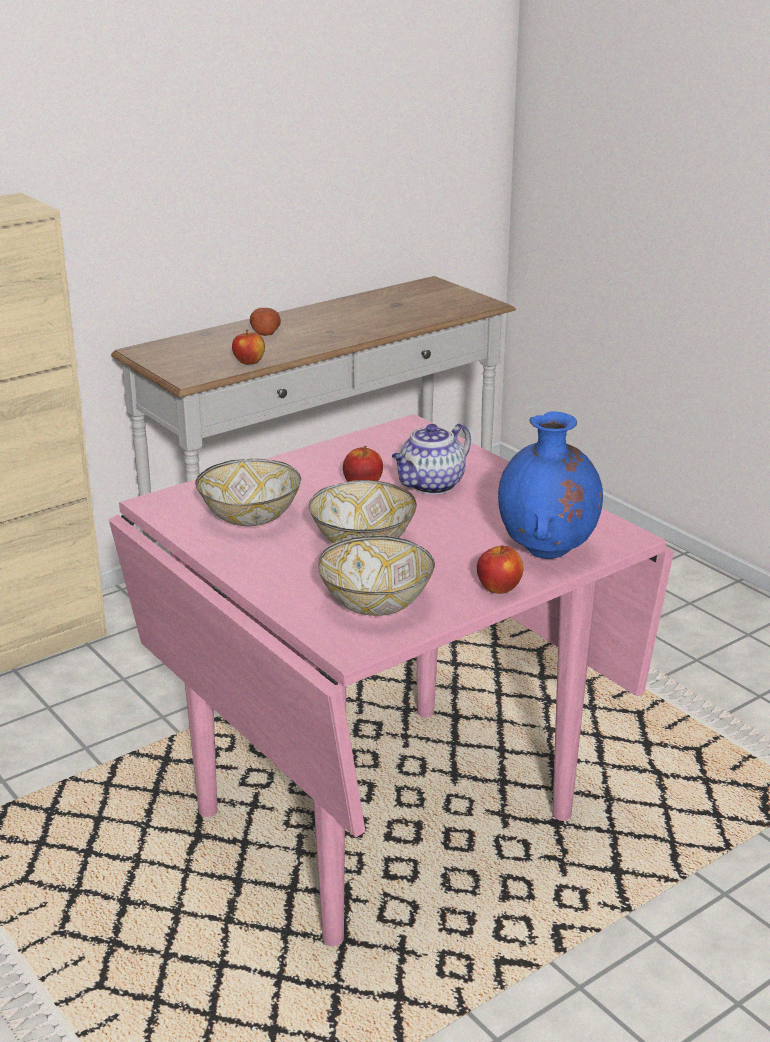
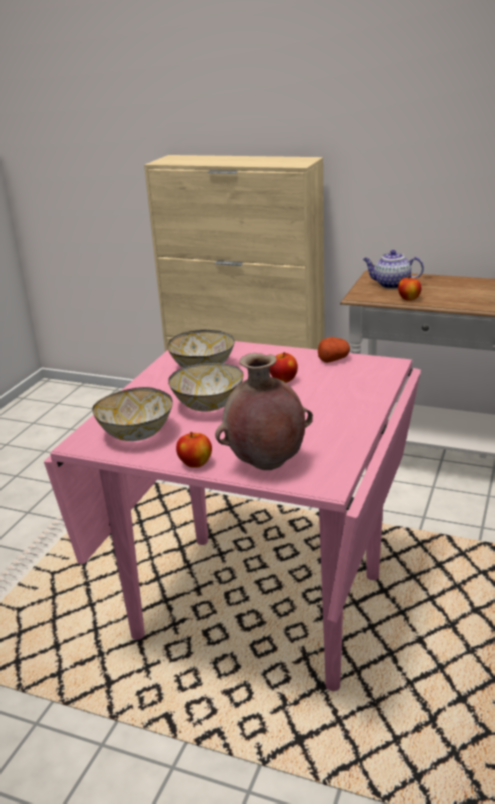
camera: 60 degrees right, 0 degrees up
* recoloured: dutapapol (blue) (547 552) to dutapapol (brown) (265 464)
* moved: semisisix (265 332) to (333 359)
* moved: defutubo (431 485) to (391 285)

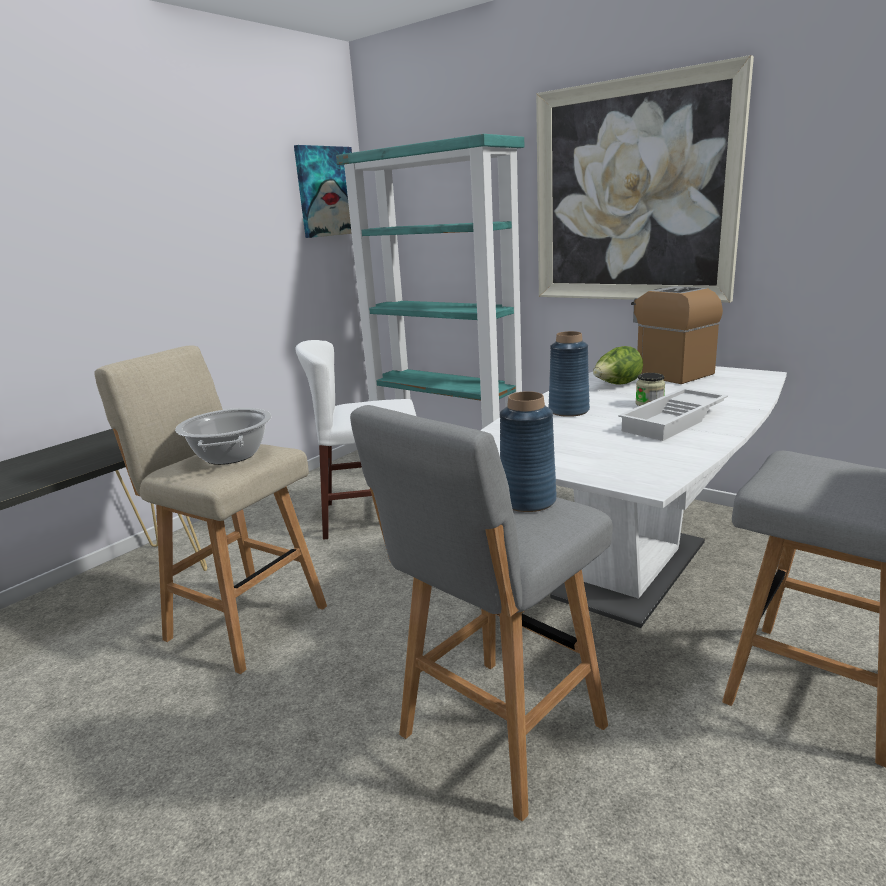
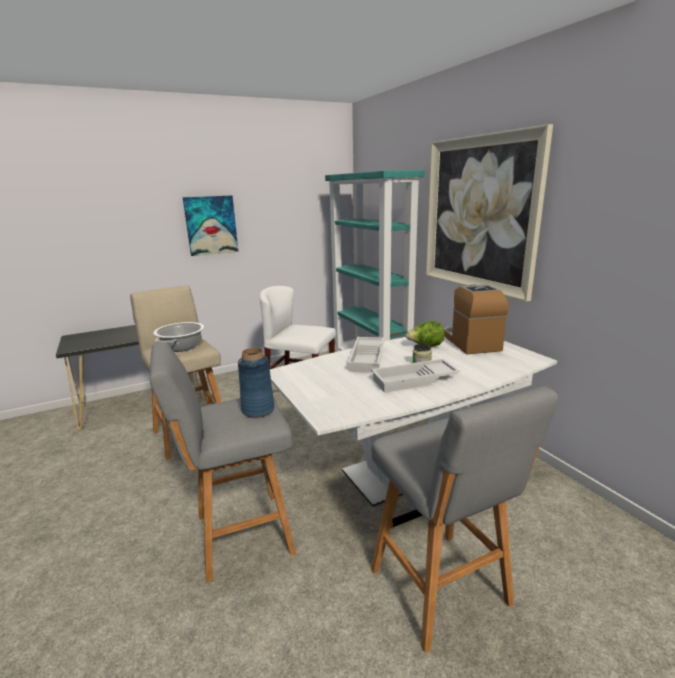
camera: 25 degrees right, 0 degrees up
* moved: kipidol (326 191) to (211 225)
* replaced: dutapapol (blue) (569 411) to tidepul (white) (368 358)

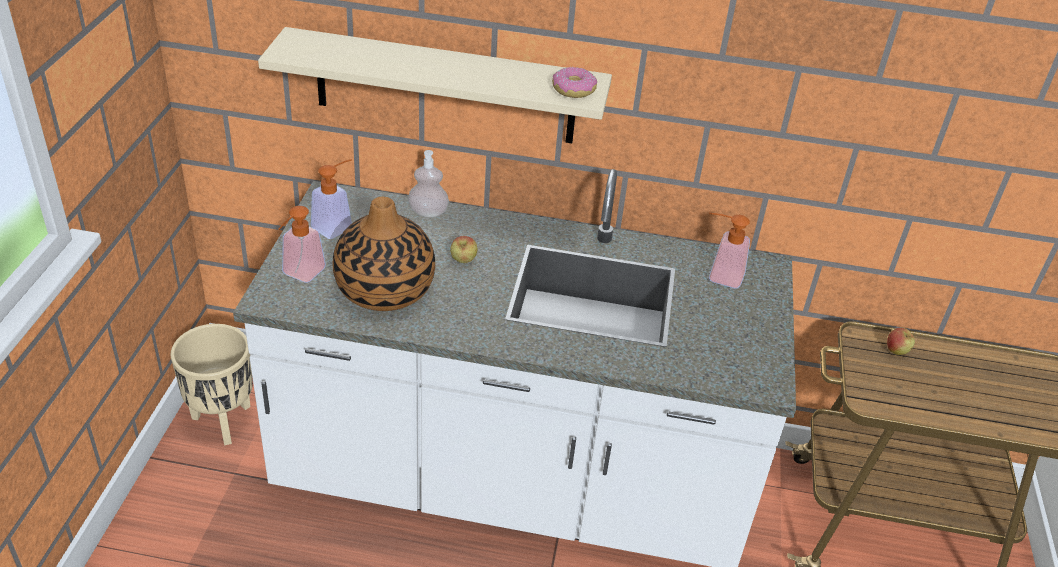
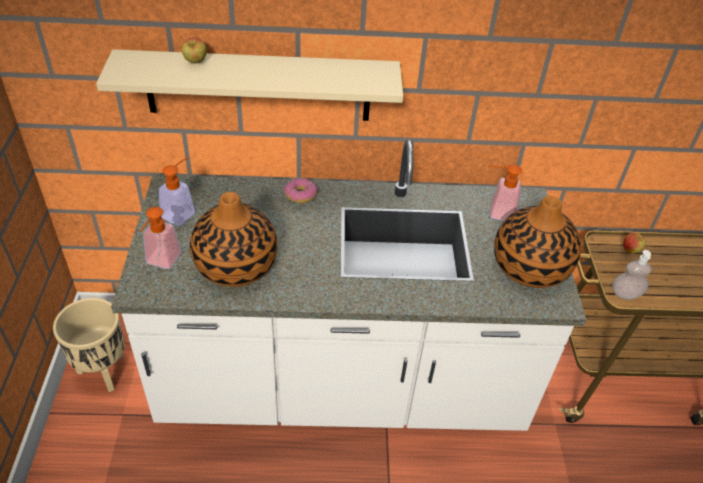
camera: 10 degrees left, 5 degrees up
* moved: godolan (463 261) to (195 62)
* moved: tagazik (573 90) to (300 195)
* added: dutapapol (530 266)
* moved: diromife (428 212) to (625 294)

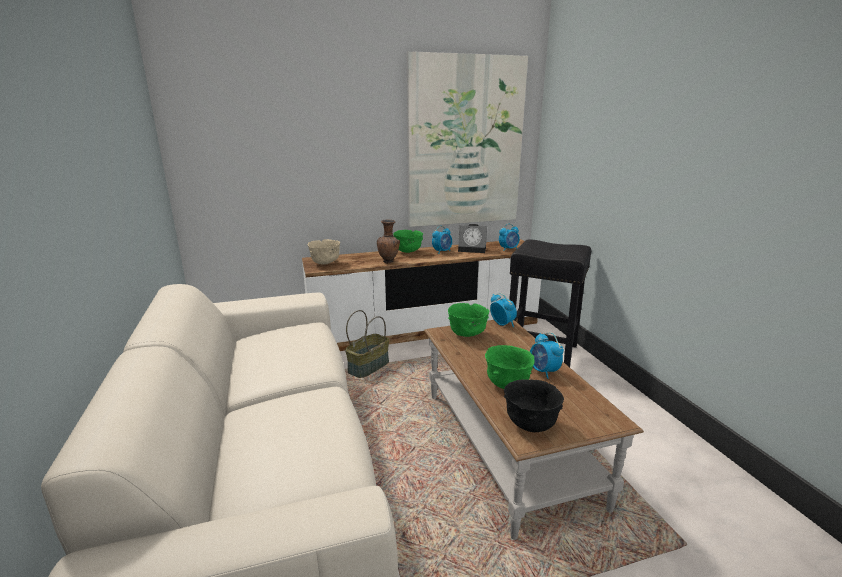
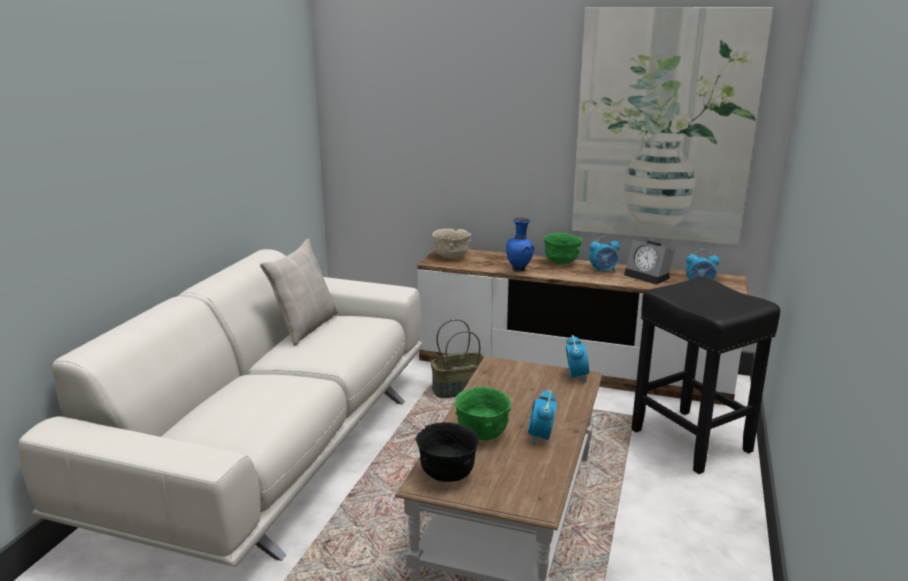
camera: 35 degrees right, 0 degrees up
* added: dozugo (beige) (305 327)
* recoloured: dutapapol (brown) (389 262) to dutapapol (blue) (519 270)
* removed: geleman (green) (467 334)

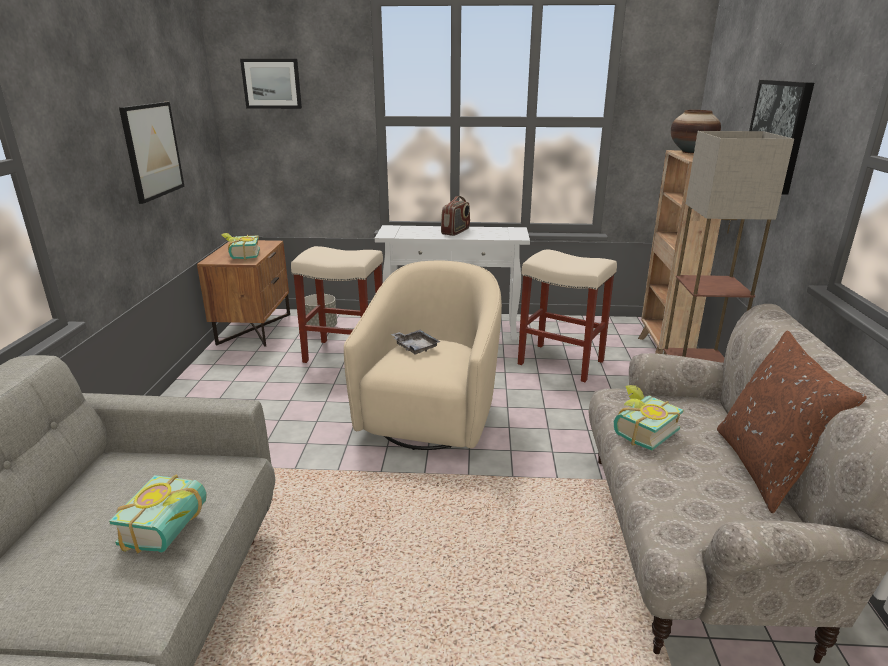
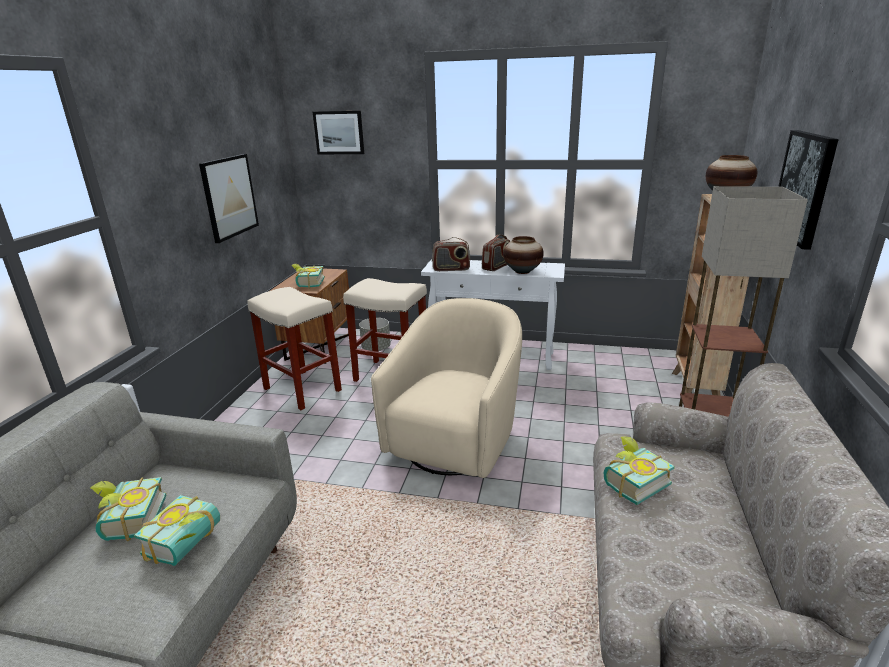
camera: 10 degrees right, 0 degrees up
* added: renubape (128 521)
* moved: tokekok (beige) (562 362) to (303 389)
* added: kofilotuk (451 269)
* added: dutapapol (522 271)
* removed: tidepul (grey) (415 347)
* removed: dozugo (brown) (765 468)

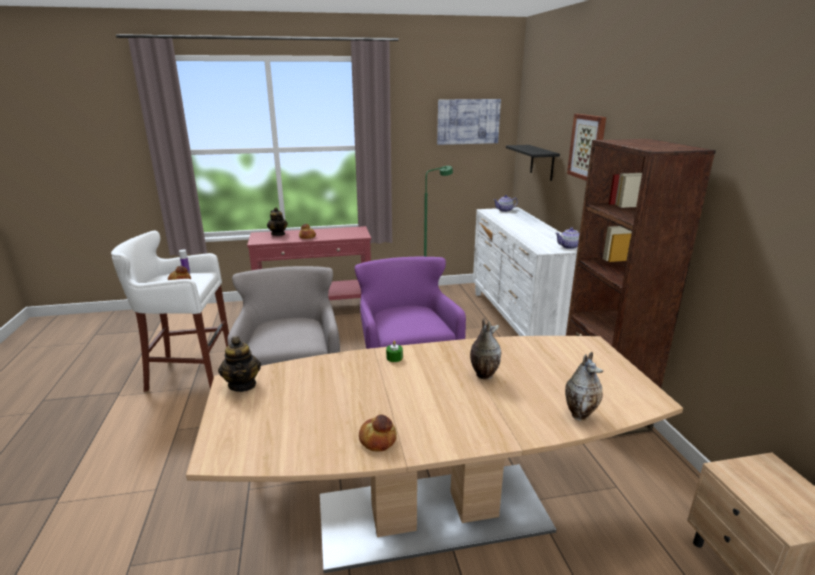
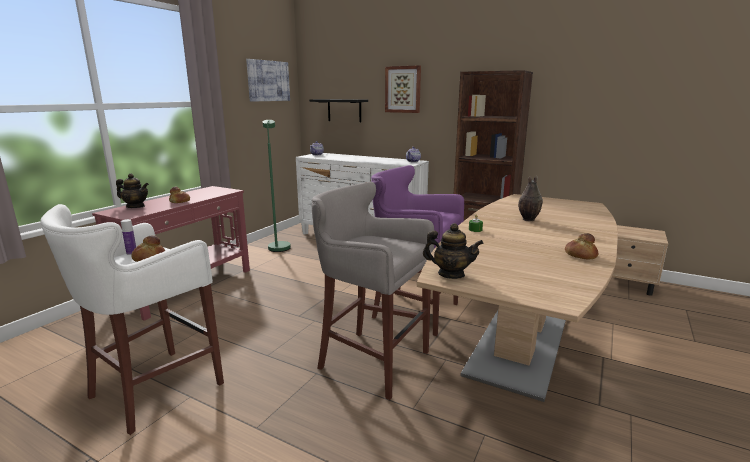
camera: 50 degrees left, 5 degrees down
* removed: dutapapol (580 414)

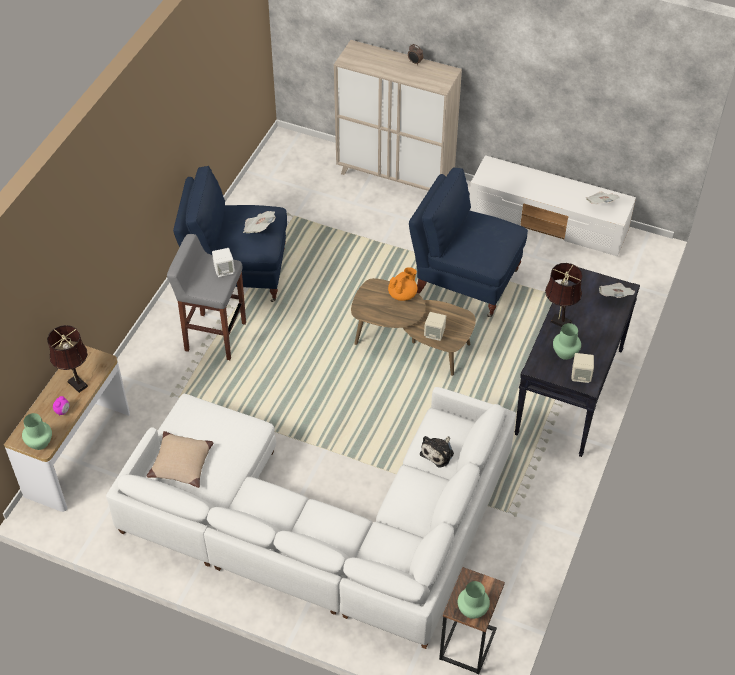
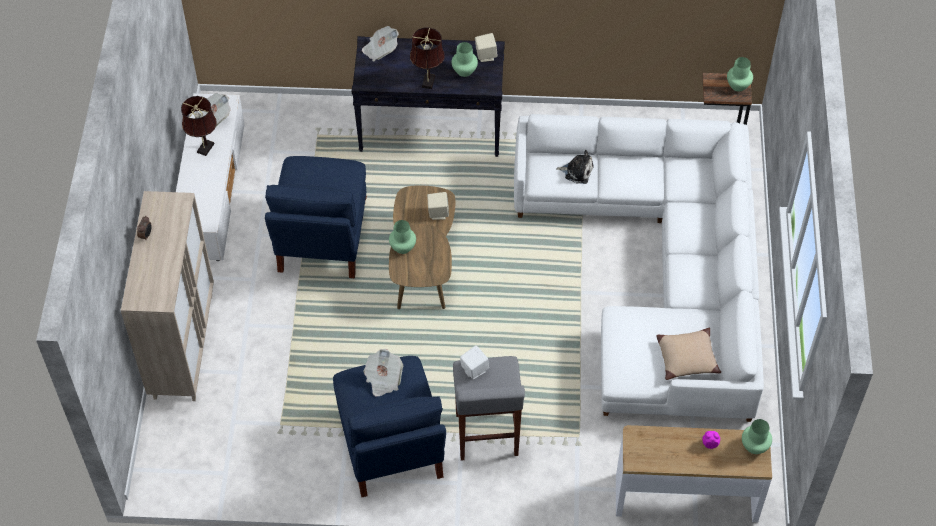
camera: 110 degrees left, 5 degrees up
* moved: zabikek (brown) (76 382) to (204 149)
* replaced: defutubo (orange) (403 294) to dutapapol (green) (402 247)

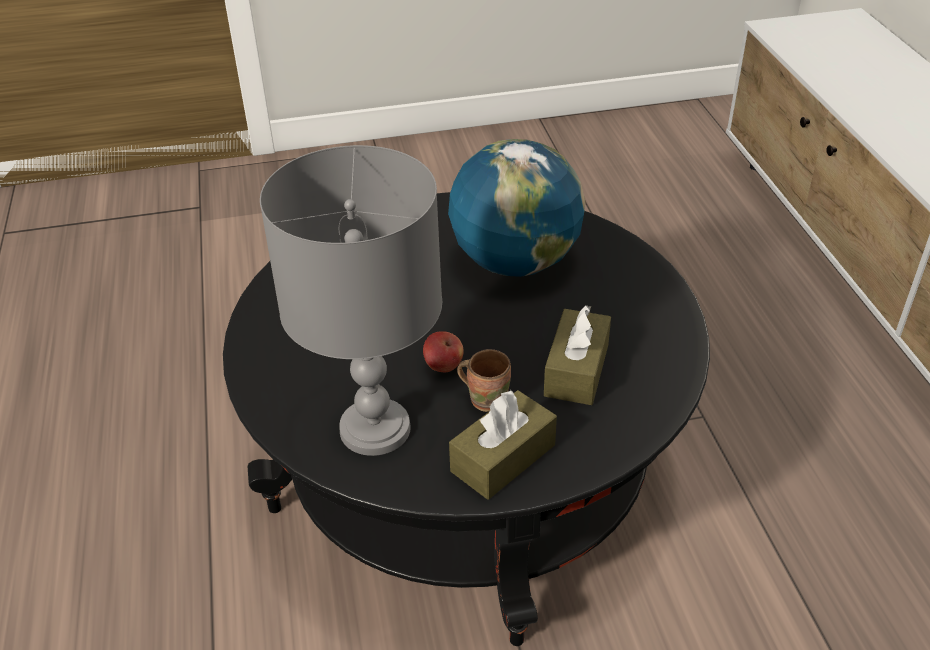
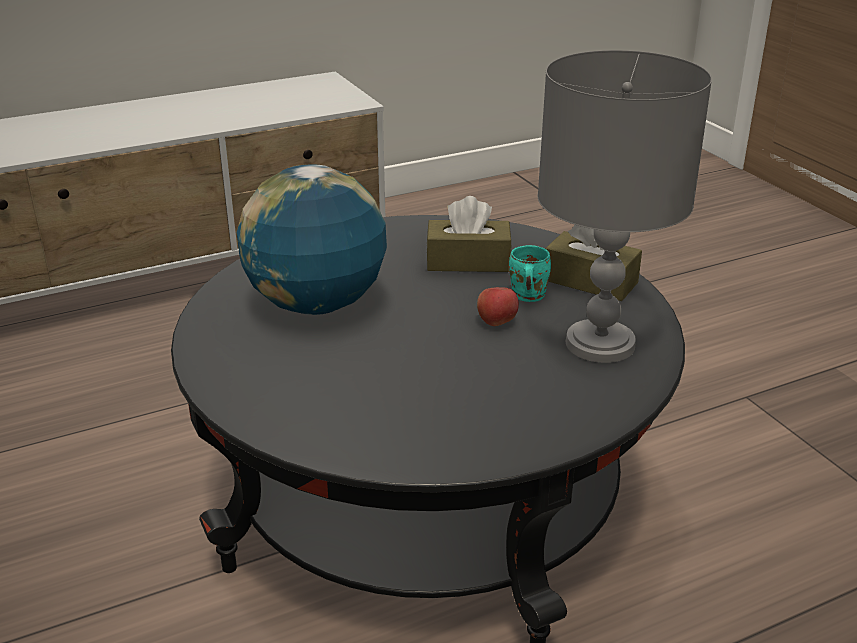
camera: 105 degrees left, 10 degrees down
* recoloured: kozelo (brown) (486 398) to kozelo (turquoise) (526 296)

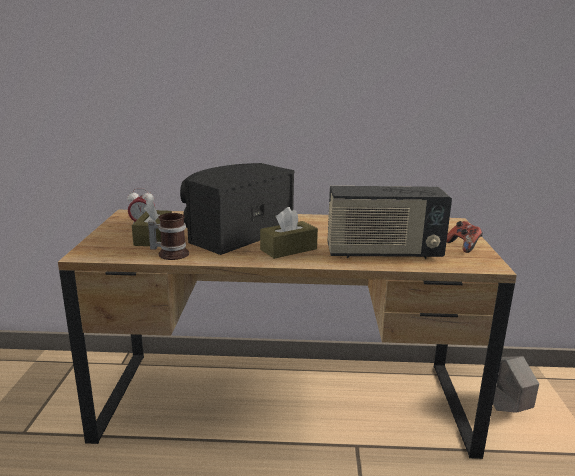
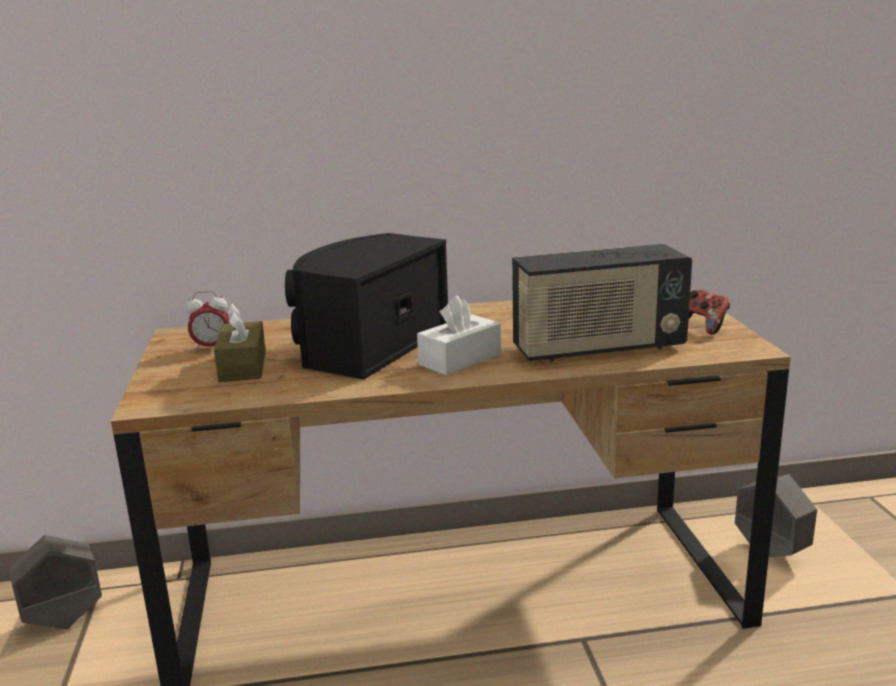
camera: 10 degrees left, 0 degrees up
* added: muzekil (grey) (64 620)
* recoloured: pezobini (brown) (288 249) to pezobini (white) (460 359)
* removed: kozelo (171 253)

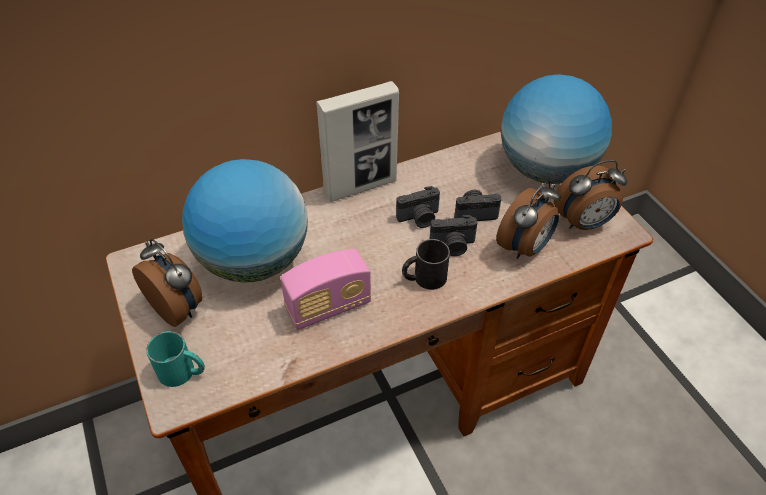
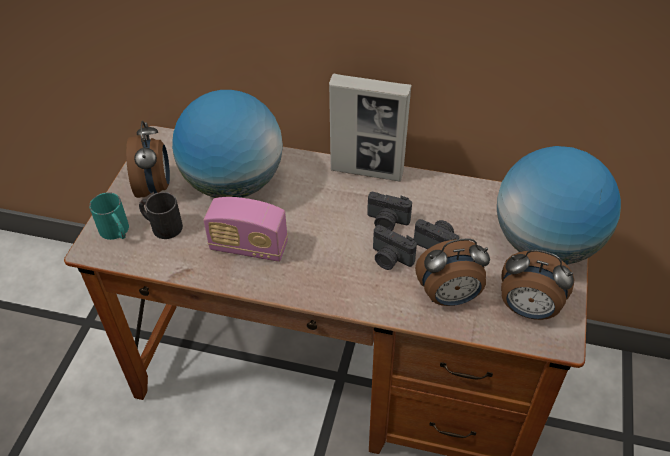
camera: 40 degrees right, 0 degrees up
* moved: kozelo (black) (424 278) to (161 226)

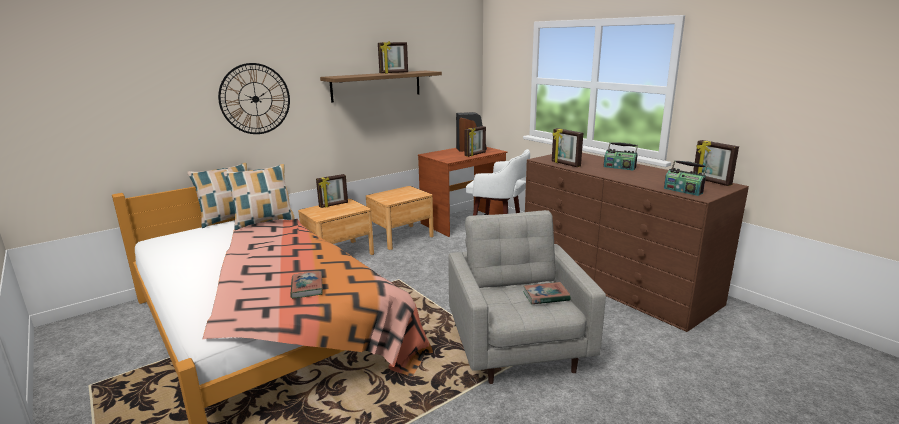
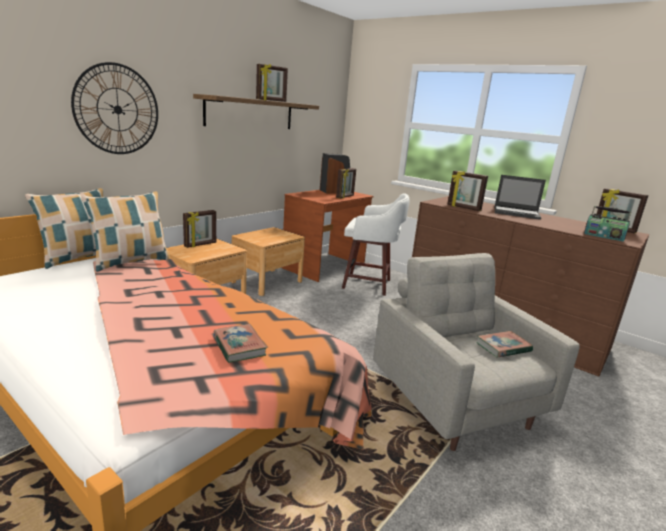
camera: 15 degrees left, 0 degrees up
* replaced: kofilotuk (619 167) to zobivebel (517 213)

